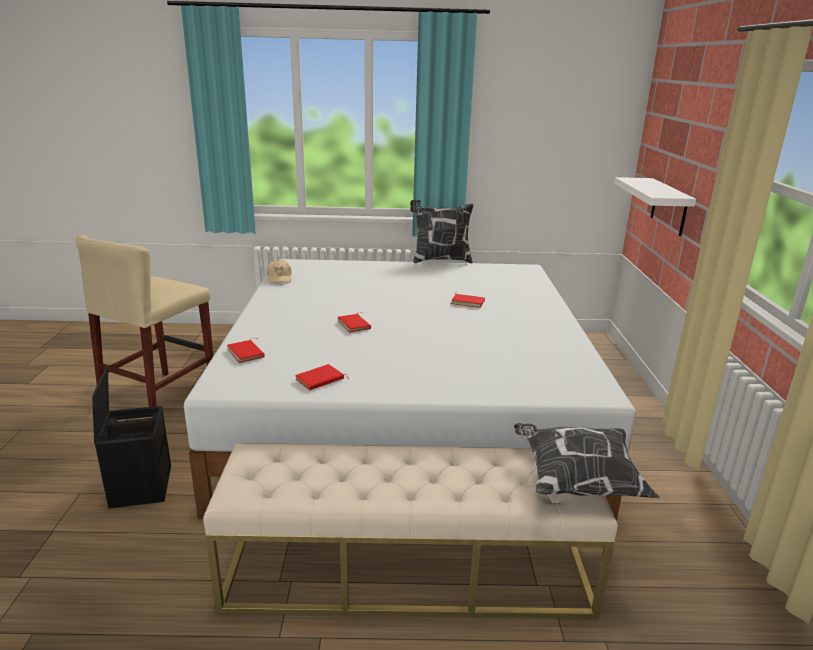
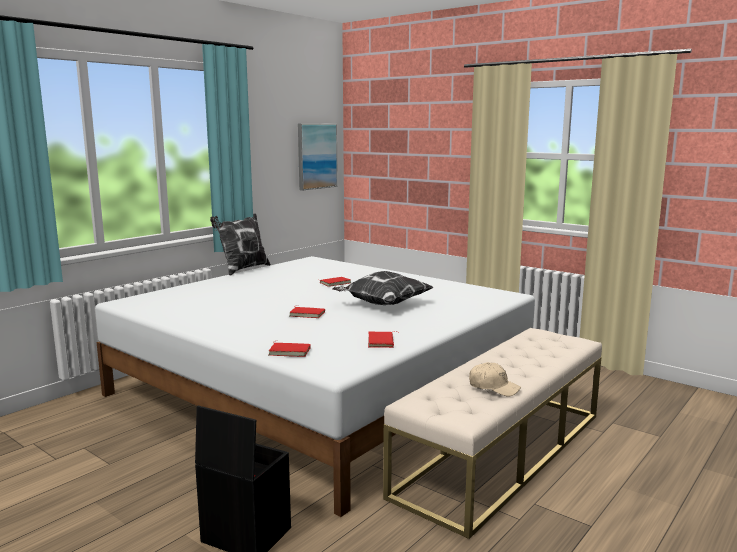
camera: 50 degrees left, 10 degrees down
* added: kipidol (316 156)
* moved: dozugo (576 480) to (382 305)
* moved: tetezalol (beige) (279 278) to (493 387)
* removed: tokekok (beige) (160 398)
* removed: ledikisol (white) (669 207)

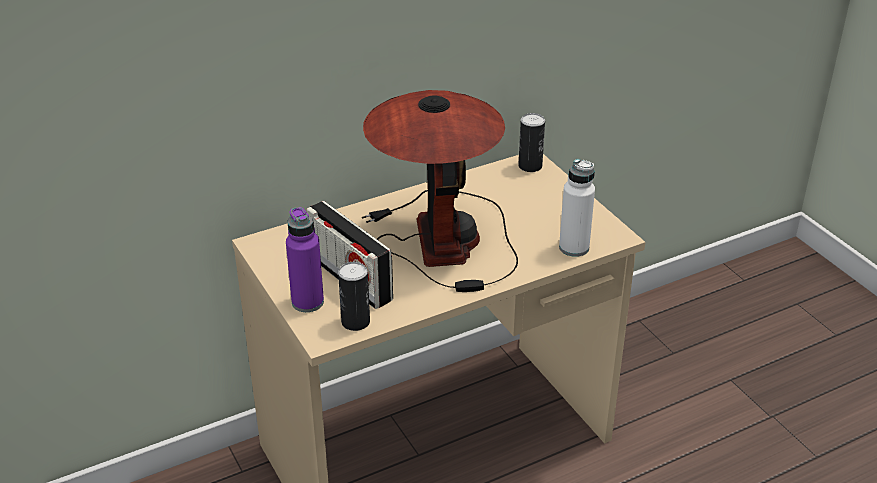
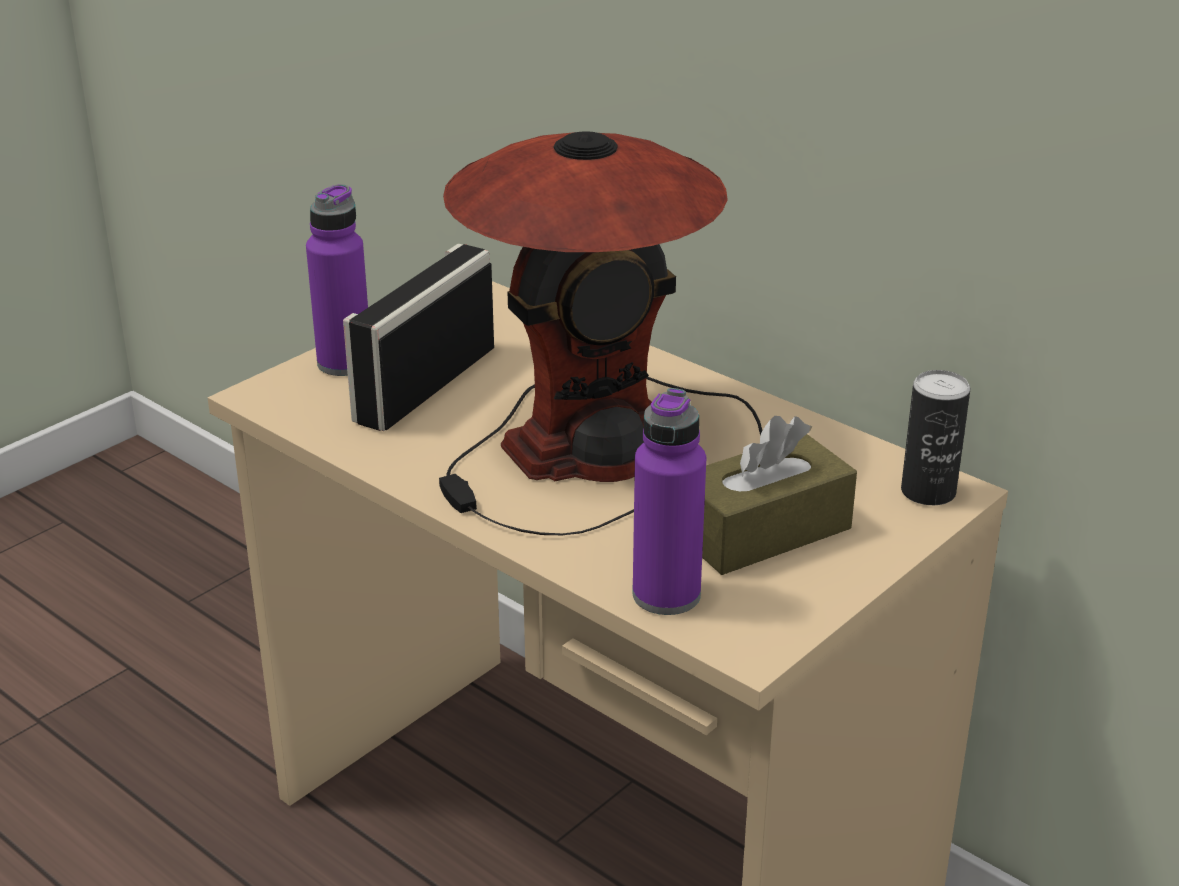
camera: 70 degrees right, 5 degrees down
* recoloured: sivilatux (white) (574 247) to sivilatux (purple) (666 595)
* added: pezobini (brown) (763 531)
* removed: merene (355 322)

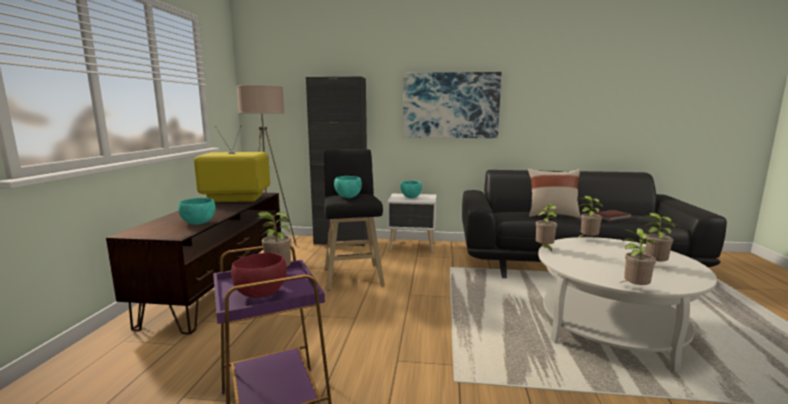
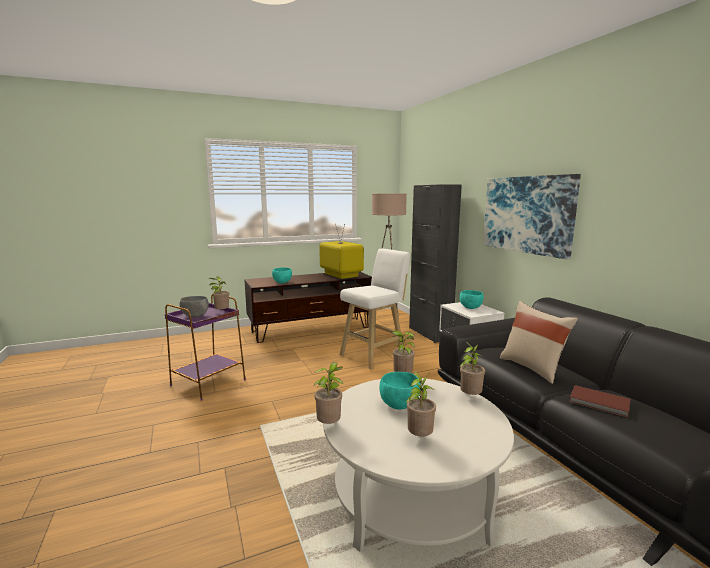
camera: 60 degrees right, 0 degrees up
* recoloured: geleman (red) (262 294) to geleman (grey) (195 316)
* recoloured: tokekok (black) (353 275) to tokekok (white) (374 355)
* moved: geleman (turquoise) (348 197) to (398 405)

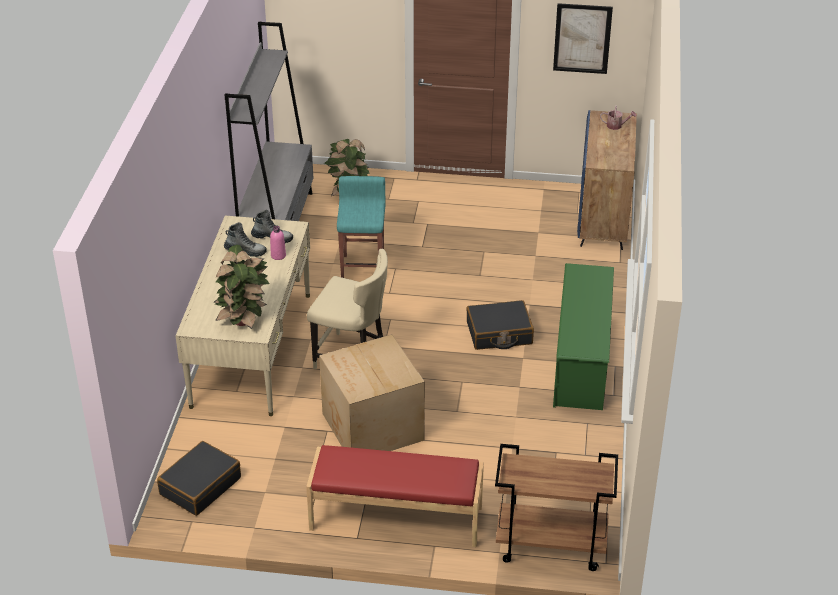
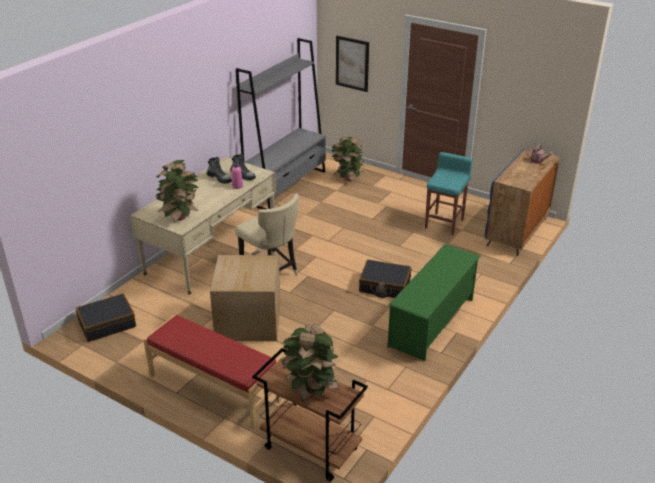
camera: 25 degrees right, 5 degrees down
* added: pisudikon (310 391)
* moved: kipidol (582 38) to (352 63)
* moved: tokekok (turquoise) (363 268) to (444 223)

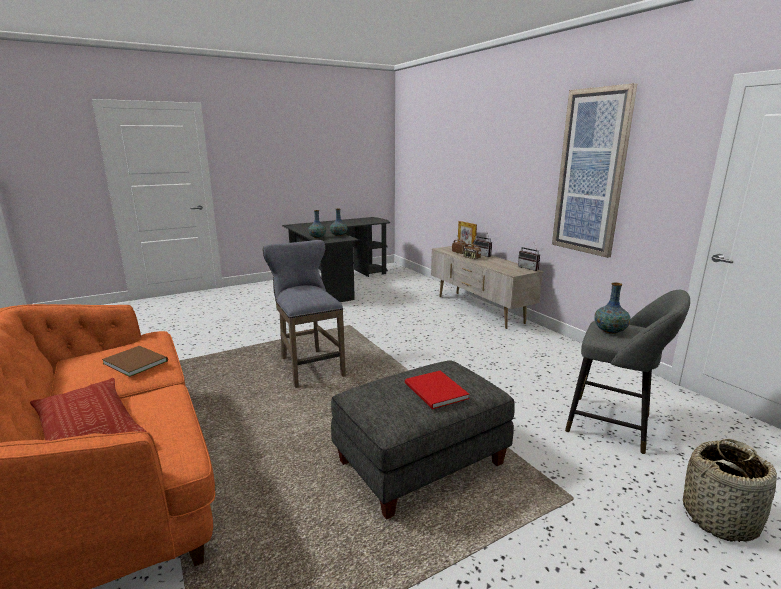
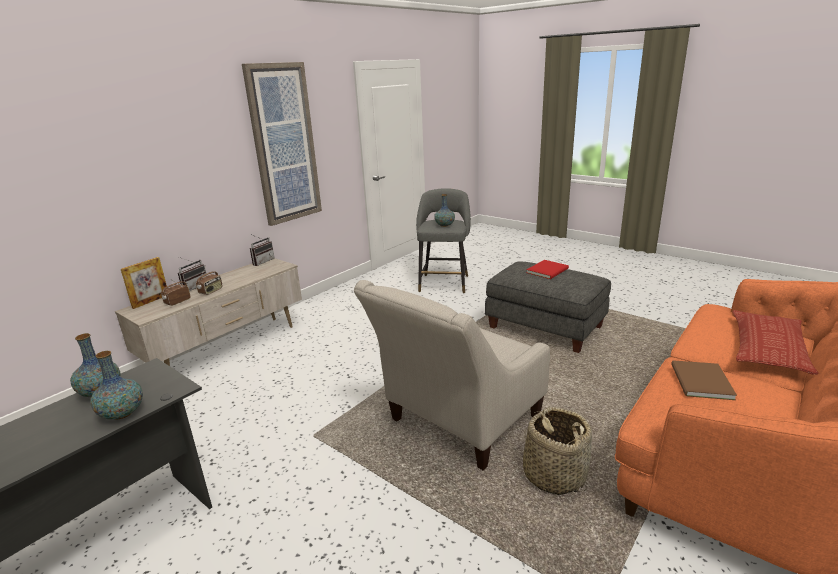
camera: 110 degrees left, 5 degrees up
* replaced: tokekok (grey) (309 365) to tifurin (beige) (458 424)
* moved: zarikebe (720 518) to (554 474)

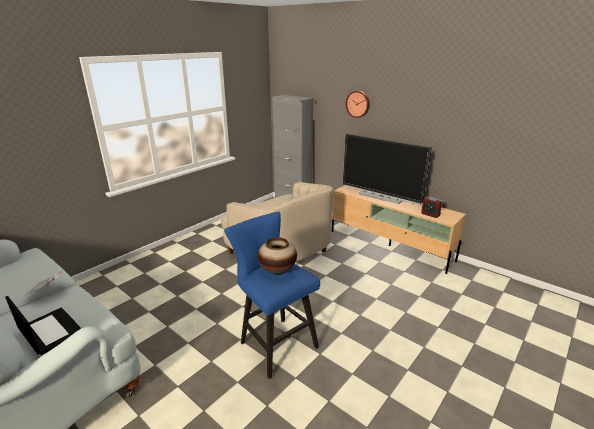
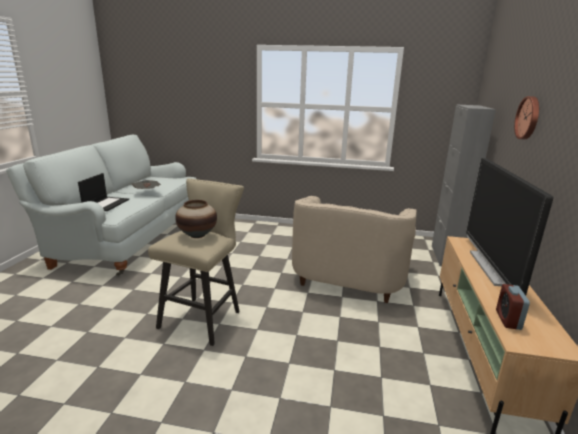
camera: 60 degrees right, 5 degrees down
* recoloured: tokekok (blue) (275 343) to tokekok (beige) (204 317)

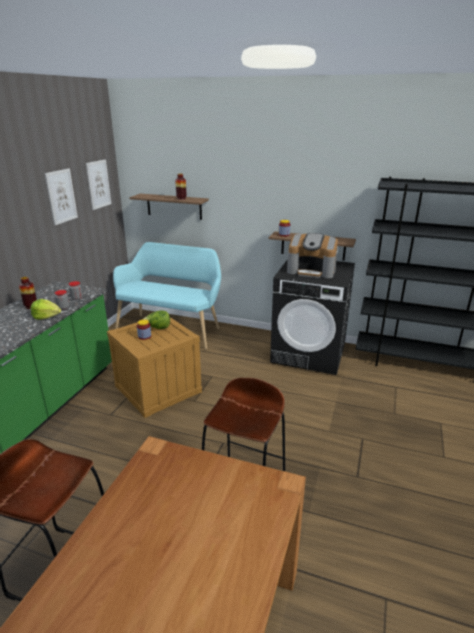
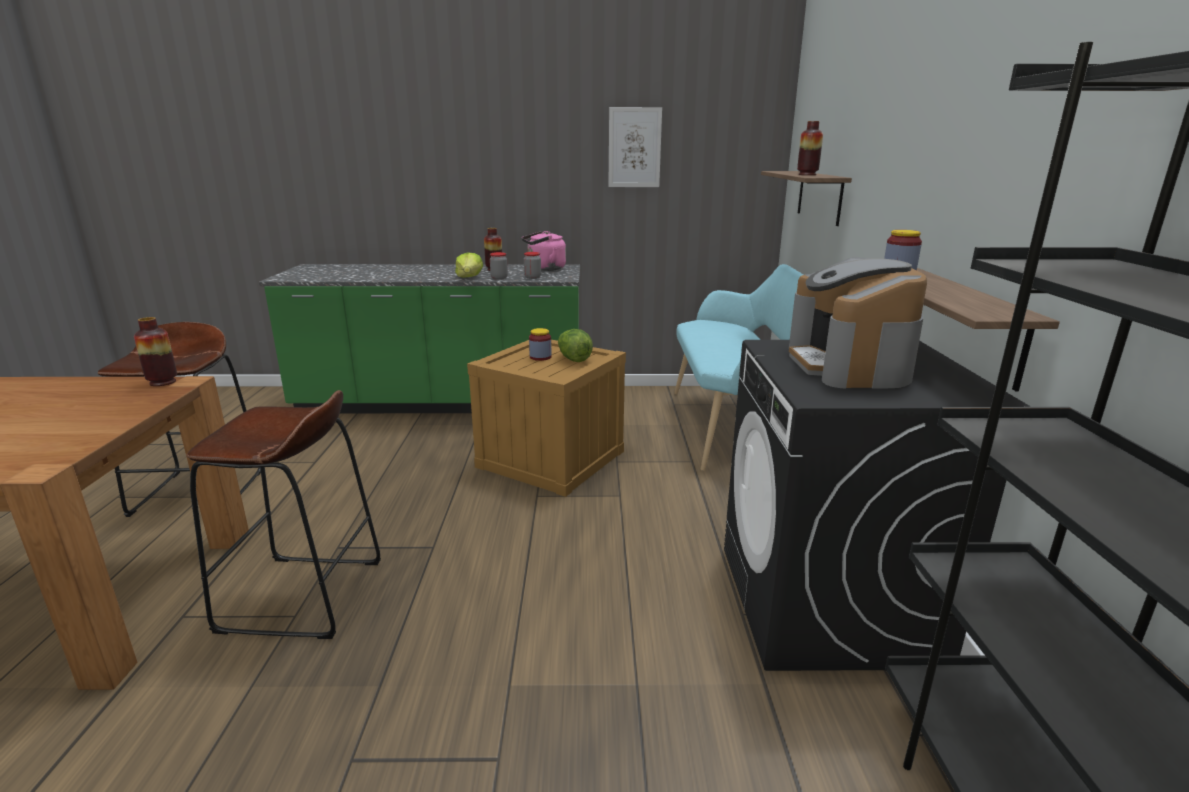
camera: 70 degrees right, 5 degrees down
* added: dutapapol (163 382)
* added: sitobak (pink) (544 269)
* removed: kipidol (98 184)

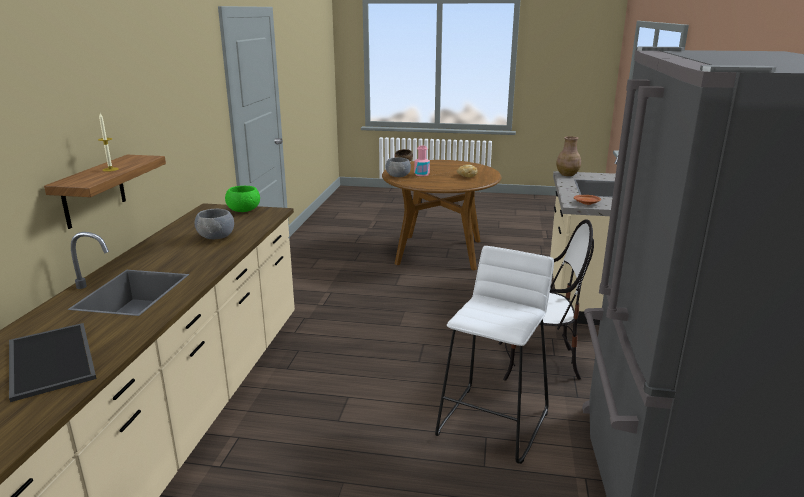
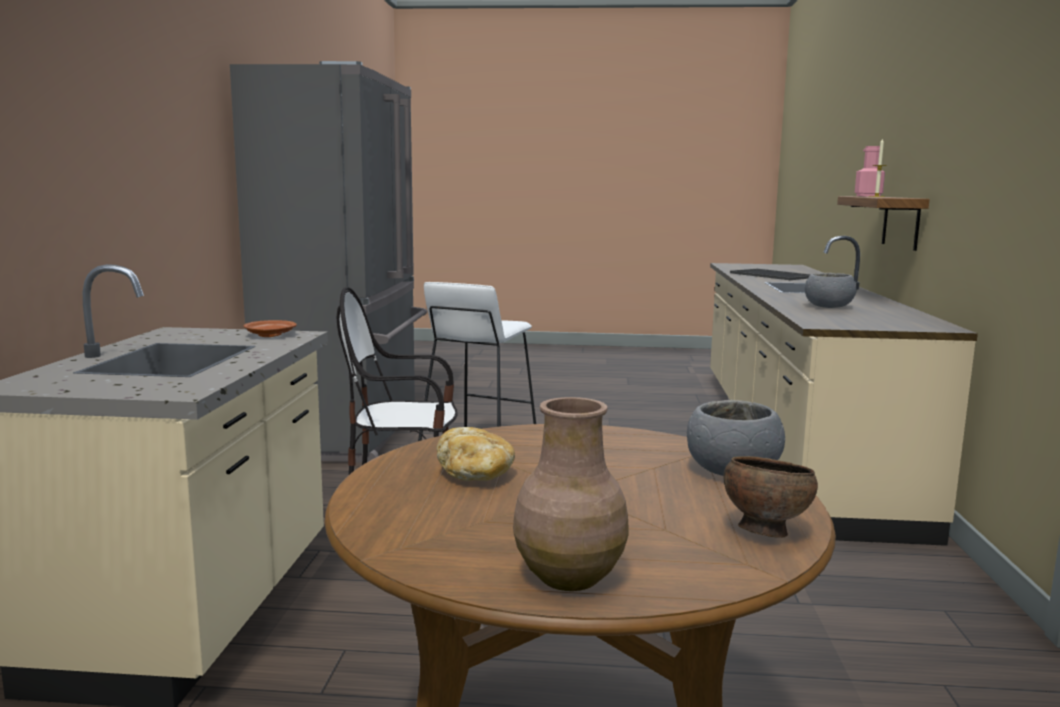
camera: 175 degrees right, 10 degrees down
* moved: dutapapol (brown) (567 174) to (567 577)
* moved: sivilatux (pink) (421 174) to (868 196)
* removed: geleman (green) (243 210)

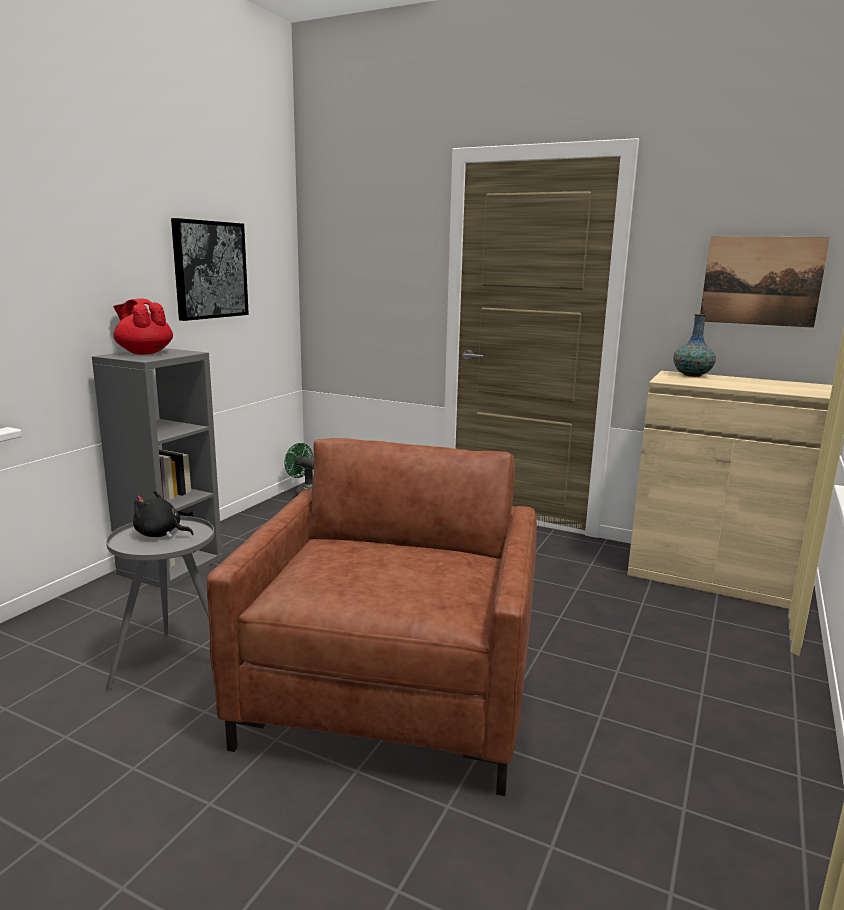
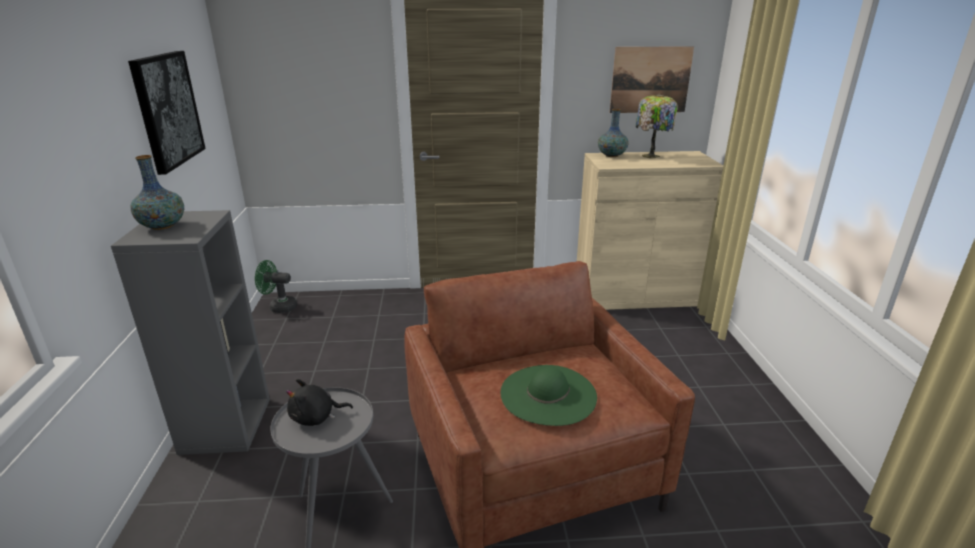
camera: 30 degrees left, 10 degrees up
* replaced: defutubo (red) (144 353) to dutapapol (162 226)
* added: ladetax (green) (548 394)
* added: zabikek (650 156)

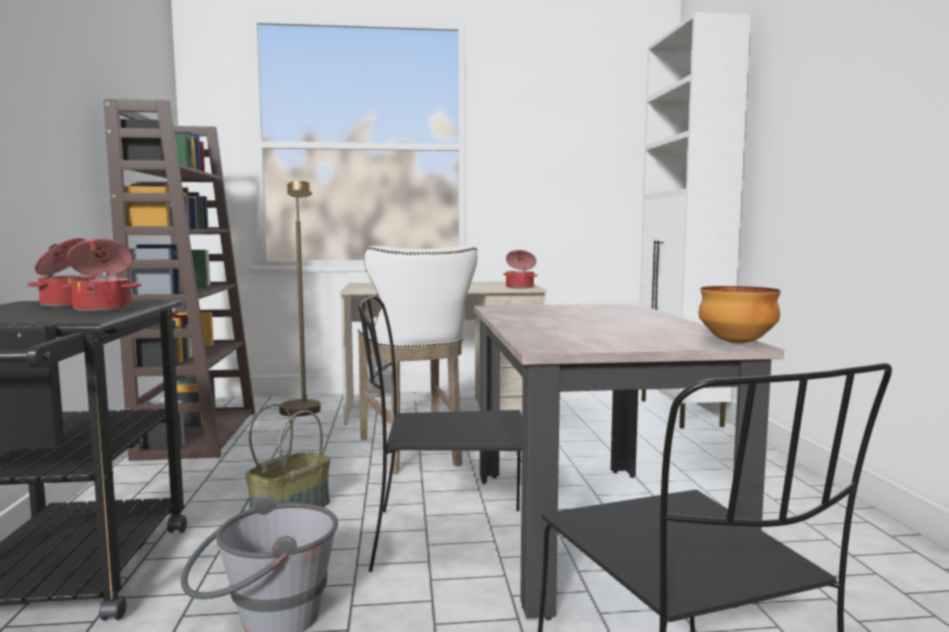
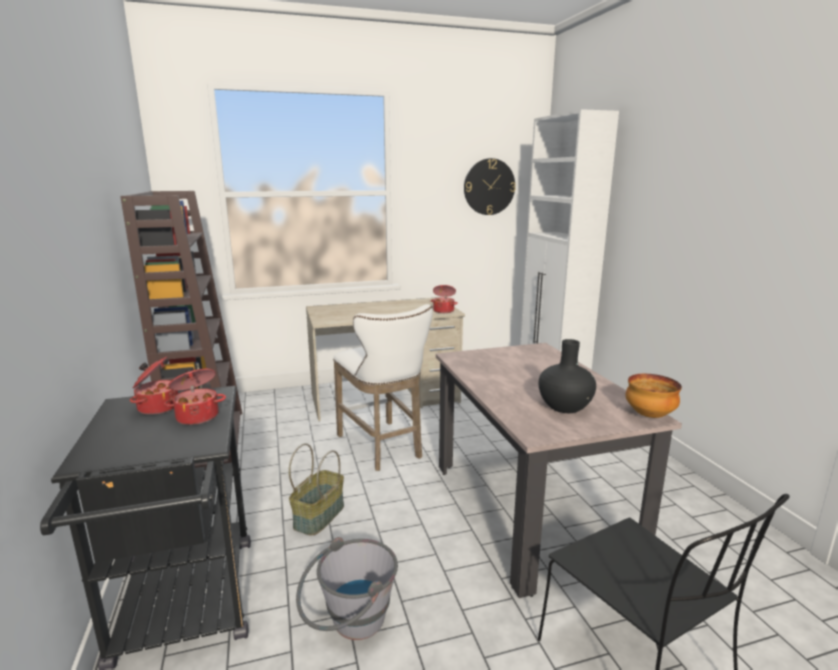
camera: 10 degrees left, 10 degrees up
* added: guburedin (489 187)
* added: dutapapol (black) (564 407)
* removed: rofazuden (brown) (302 414)
* removed: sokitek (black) (446 539)

